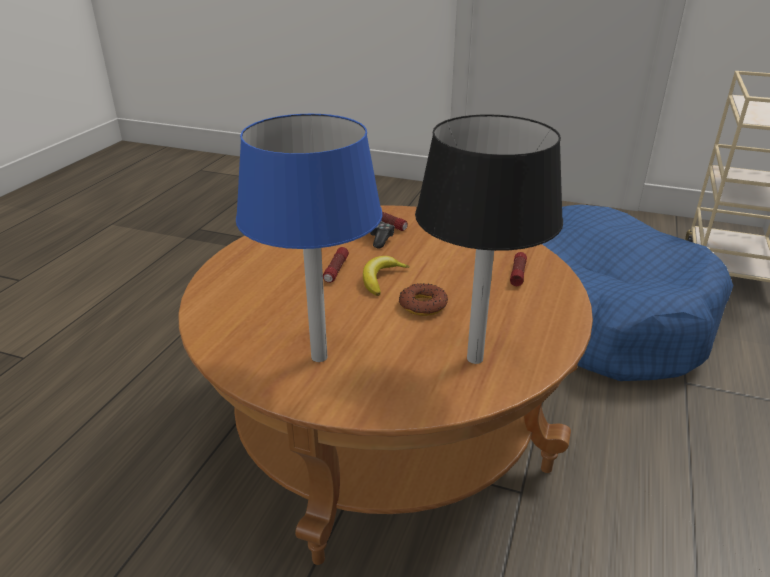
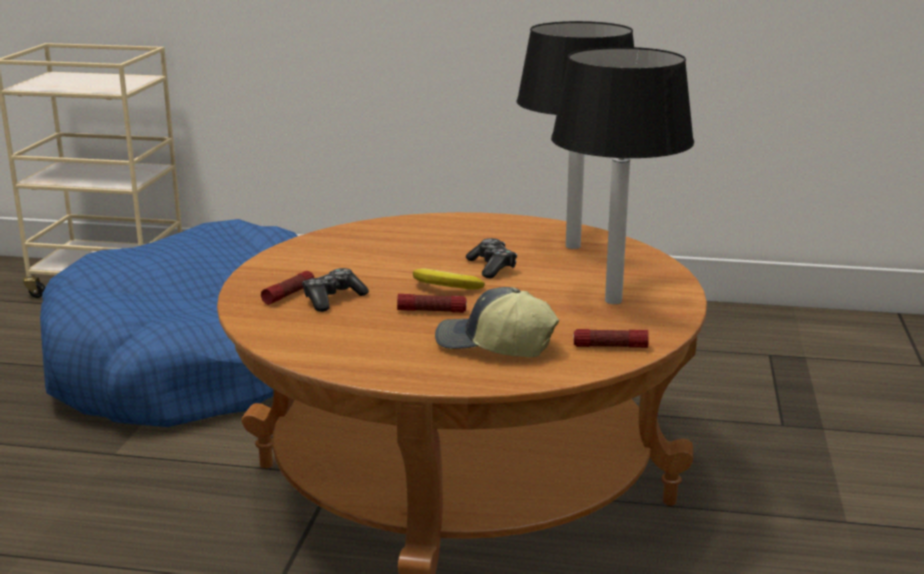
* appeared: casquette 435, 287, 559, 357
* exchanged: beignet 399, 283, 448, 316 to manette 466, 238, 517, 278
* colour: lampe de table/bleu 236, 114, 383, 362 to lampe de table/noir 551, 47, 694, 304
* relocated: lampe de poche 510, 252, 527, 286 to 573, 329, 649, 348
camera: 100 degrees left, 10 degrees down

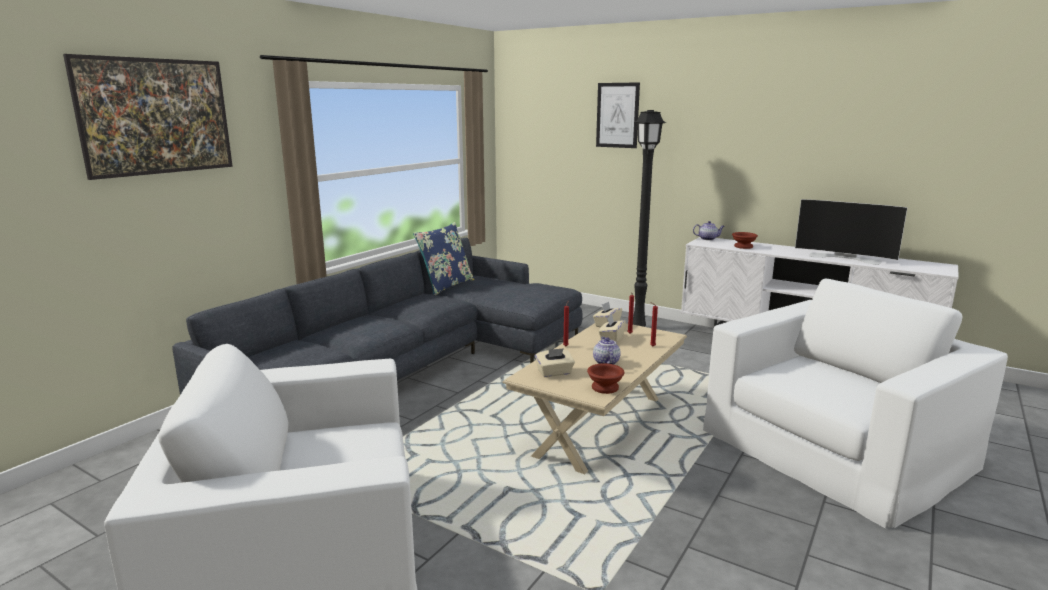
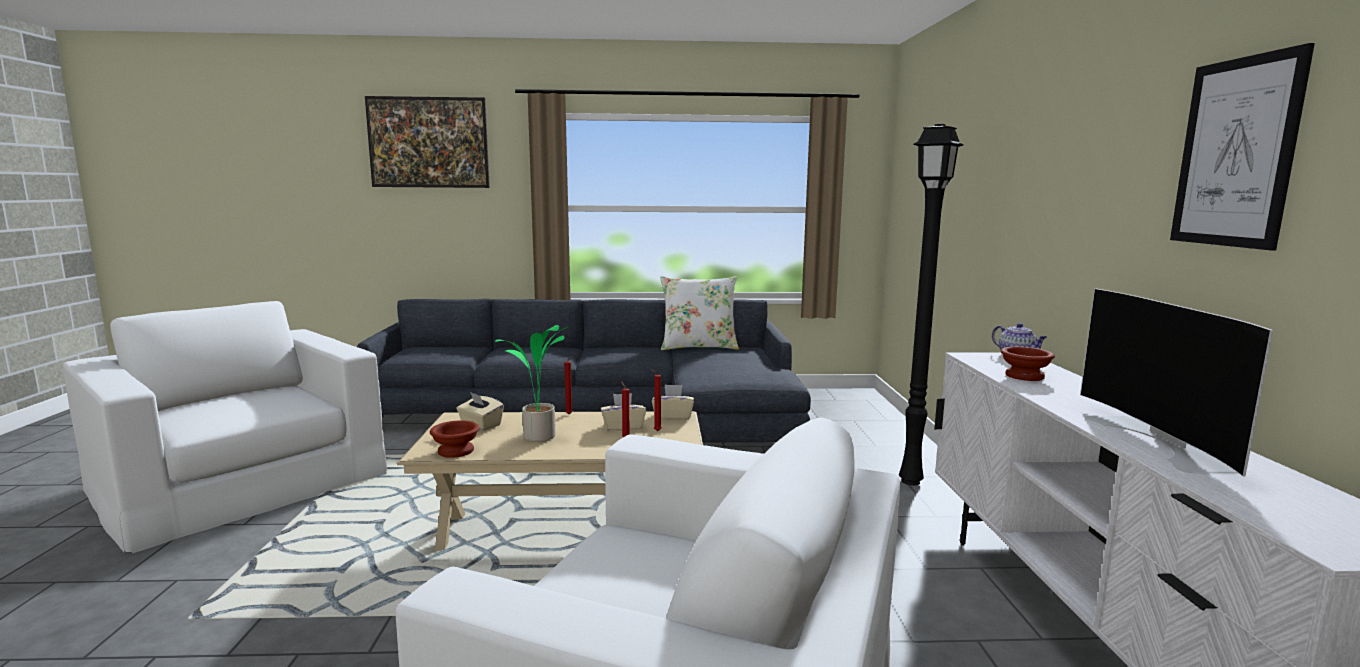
* exchanged: théière 593, 337, 621, 365 to plante en pot 495, 325, 568, 442
* colour: coussin/bleu 413, 222, 474, 295 to coussin/blanc 661, 276, 739, 350
* relocated: tableau 596, 83, 640, 148 to 1170, 43, 1315, 251
camera: 55 degrees right, 5 degrees down

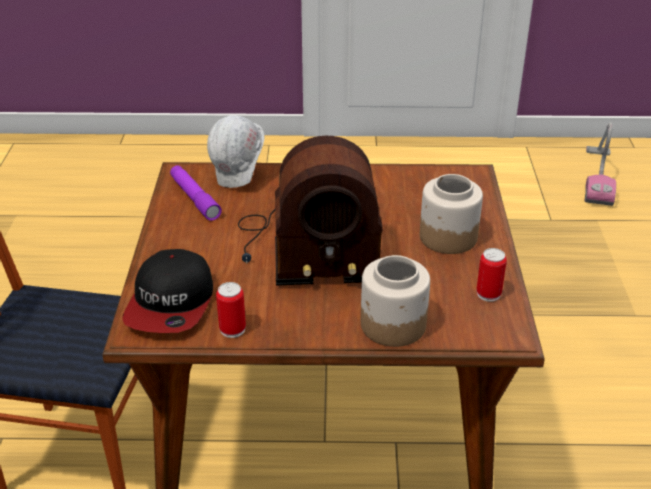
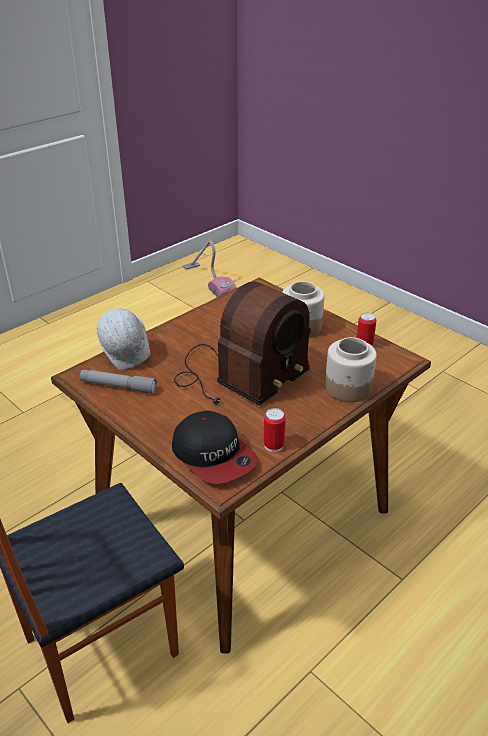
* colour: lampe de poche/violet 170, 165, 222, 221 to lampe de poche/gris 80, 369, 157, 394
camera: 45 degrees left, 0 degrees up

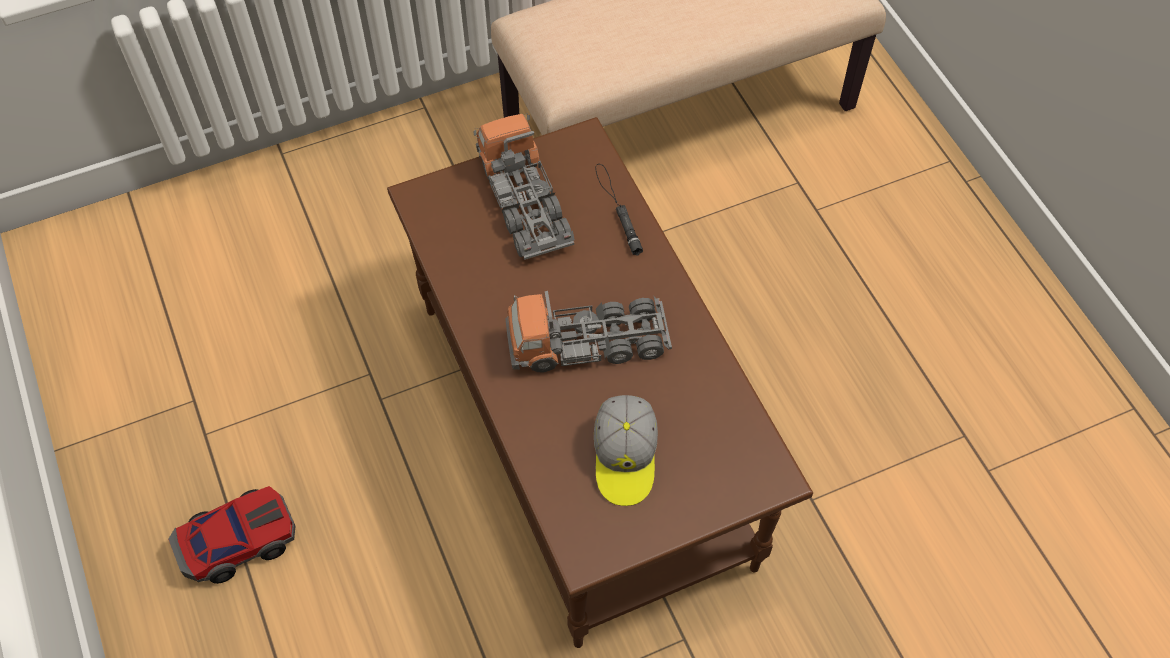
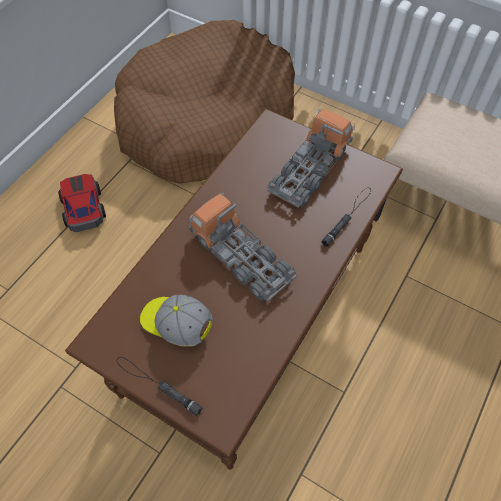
* spun: petite voiture 168, 486, 296, 584 = 58, 174, 106, 232 135 degrees counterclockwise
* appeared: panier pour chien/marron 114, 20, 295, 183
* appeared: lampe de poche/noir 117, 357, 203, 416
* spun: casquette 594, 395, 658, 506 = 140, 295, 213, 347 60 degrees clockwise
camera: 55 degrees right, 0 degrees up

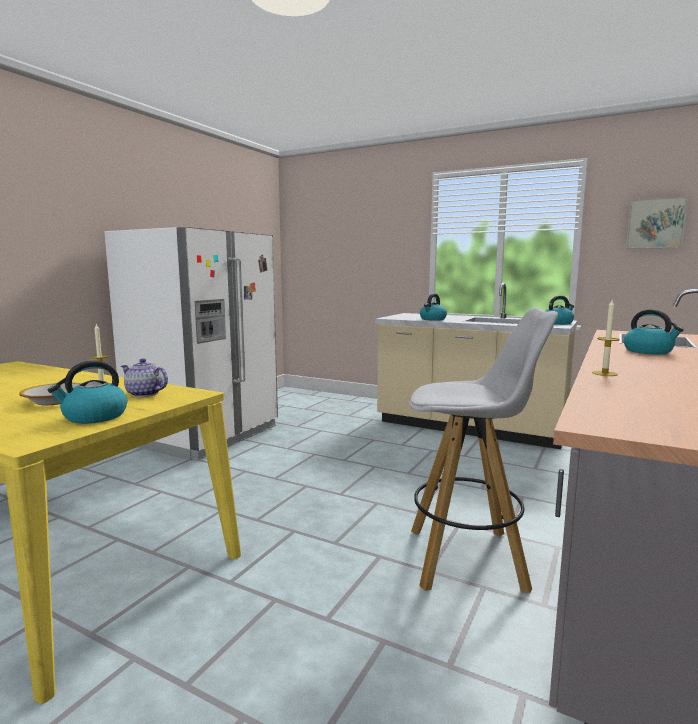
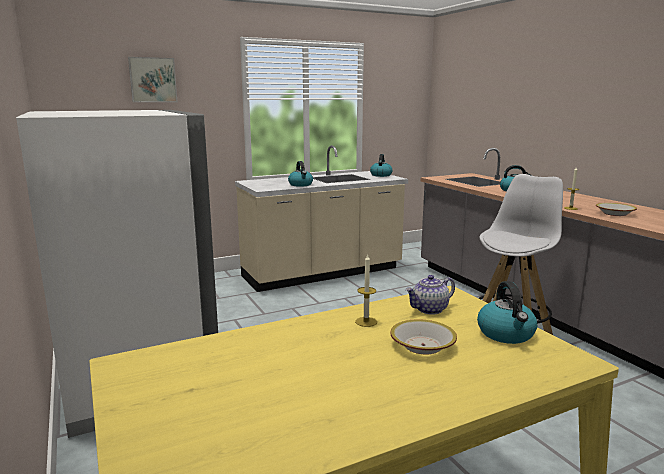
* relocated: tableau 626, 197, 688, 249 to 128, 57, 177, 102
* appeared: bol 596, 203, 637, 216
camera: 55 degrees left, 5 degrees up

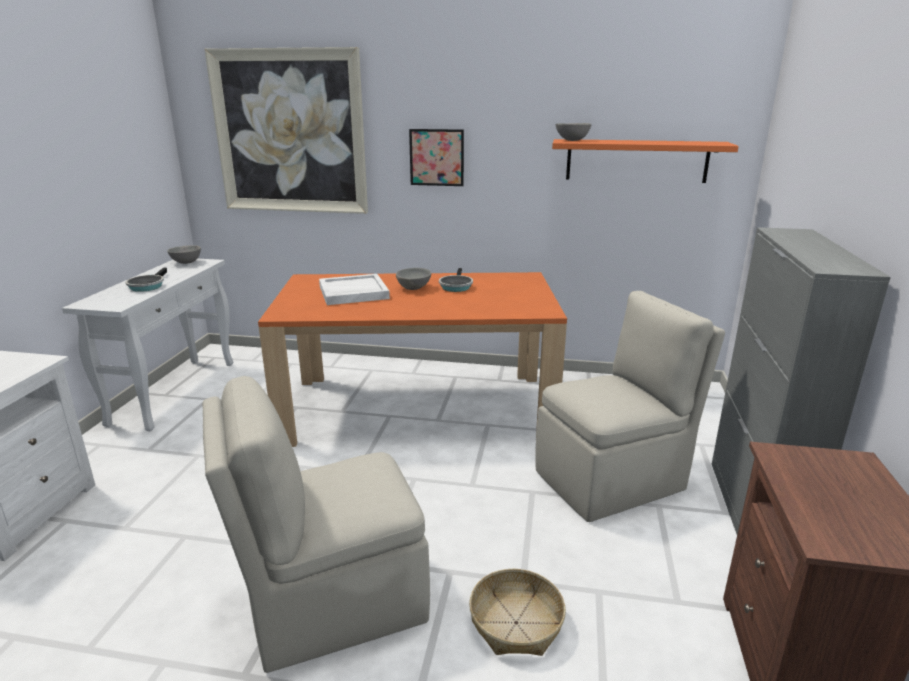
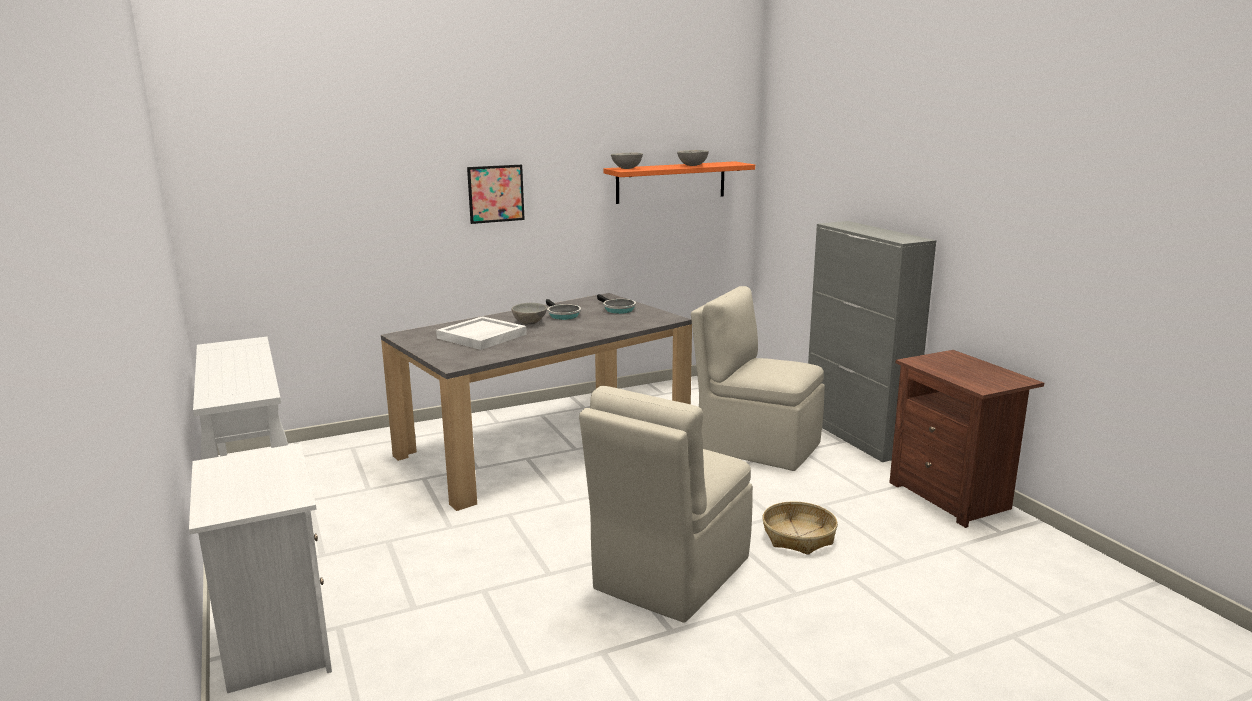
* colour: table à manger/orange 258, 272, 567, 447 to table à manger/gris 381, 293, 692, 511
* relocated: poêle 125, 267, 167, 292 to 597, 294, 636, 314
* relocated: bol/gris 167, 245, 201, 264 to 677, 150, 709, 166
* spun: chaise/beige 535, 291, 725, 522 = 691, 286, 825, 471 90 degrees counterclockwise
* missing: tableau 205, 47, 368, 214
camera: 35 degrees left, 5 degrees down

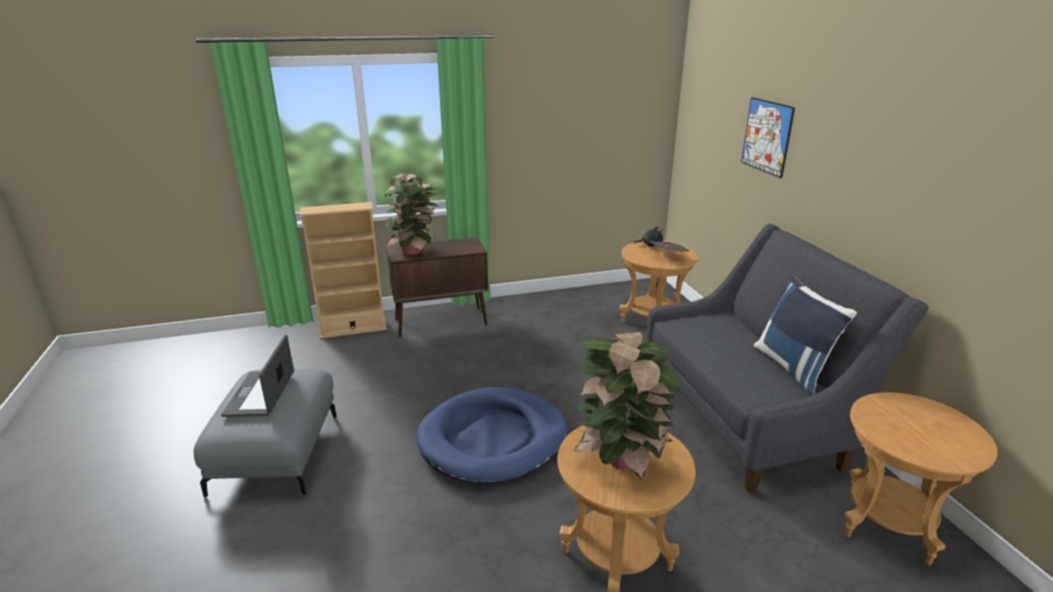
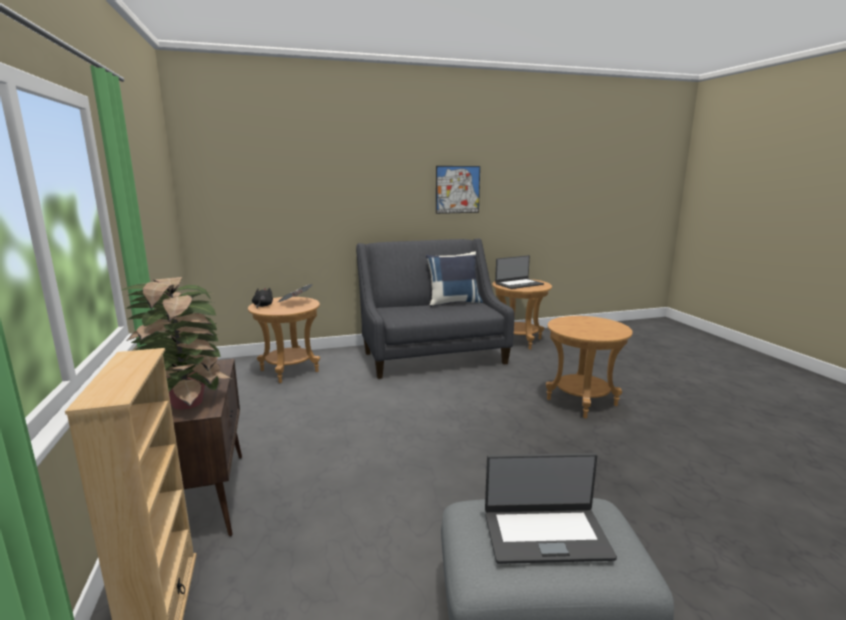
* relocated: tableau 741, 97, 795, 178 to 436, 166, 480, 214
* appeared: ordinateur portable 495, 255, 544, 289
* missing: panier pour chien/bleu 416, 387, 567, 484
* missing: plante en pot 573, 332, 680, 479
camera: 90 degrees left, 10 degrees down

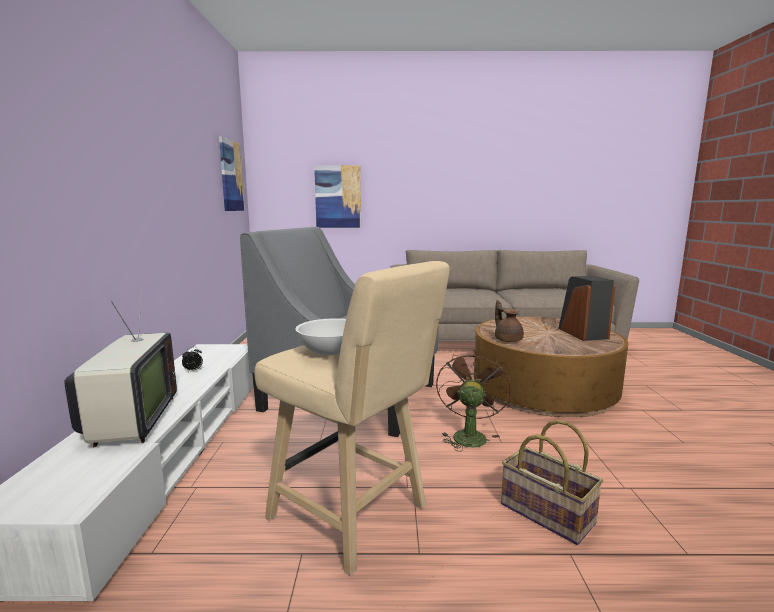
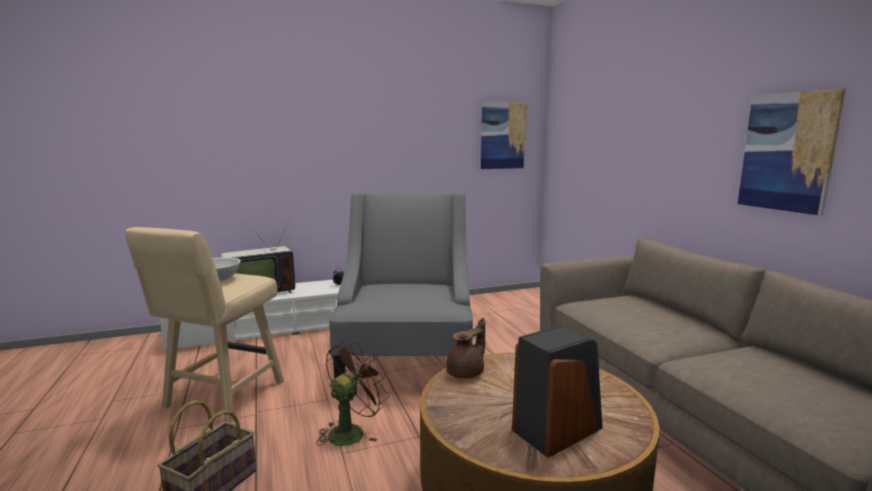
* spun: ventilateur/marron 436, 350, 511, 452 = 316, 342, 390, 446 45 degrees counterclockwise
* relocated: tableau 314, 165, 361, 228 to 737, 88, 846, 216
camera: 70 degrees right, 0 degrees up

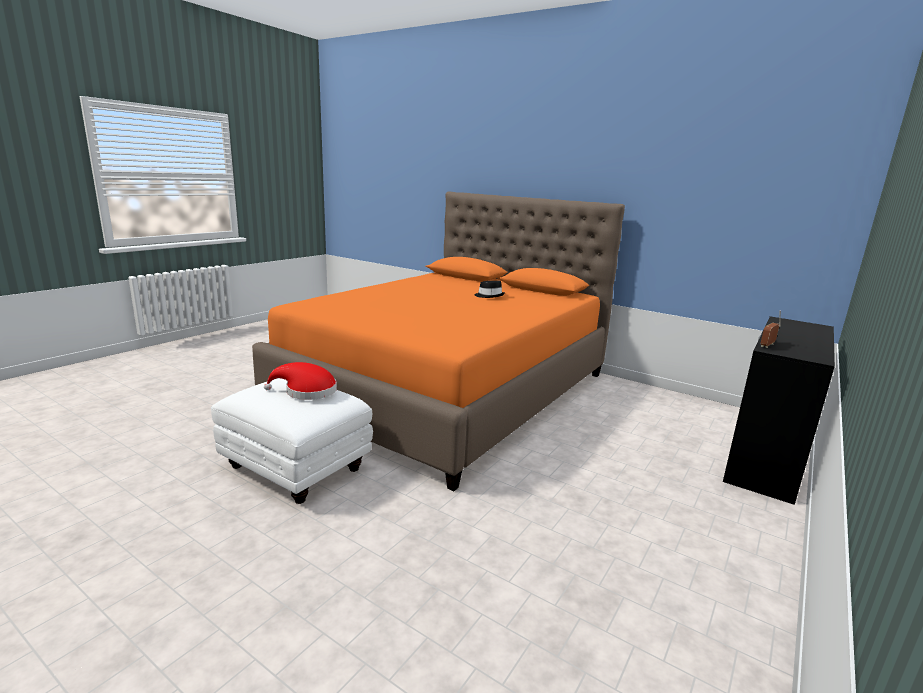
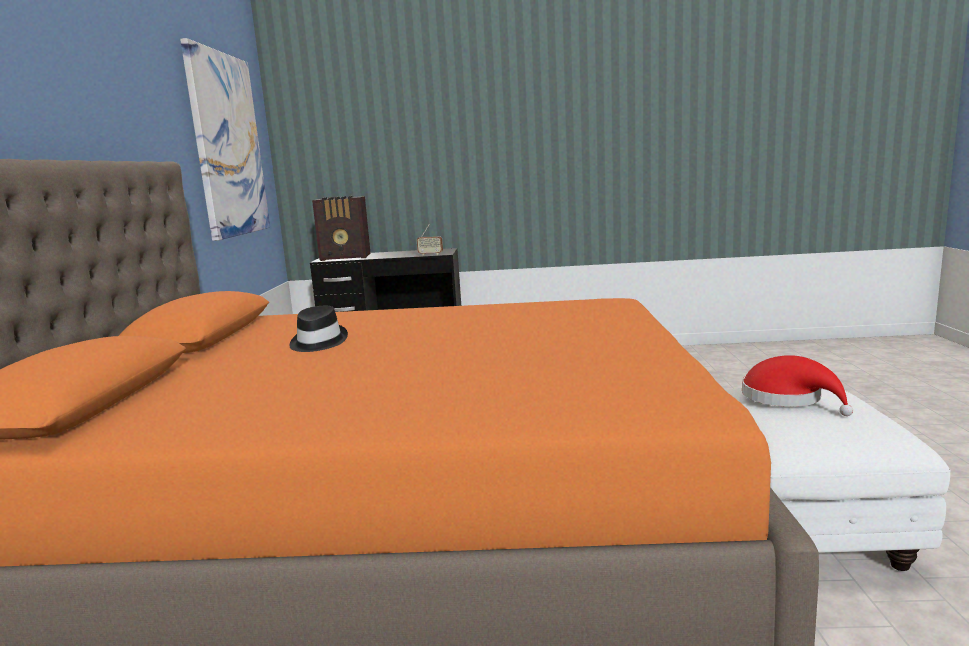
* appeared: tableau 180, 38, 270, 241
* appeared: radio 312, 196, 371, 261
camera: 120 degrees left, 5 degrees down

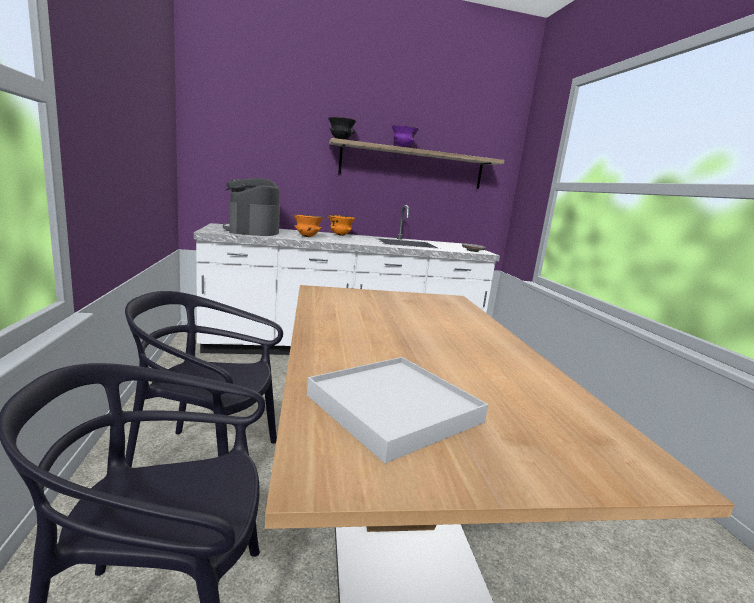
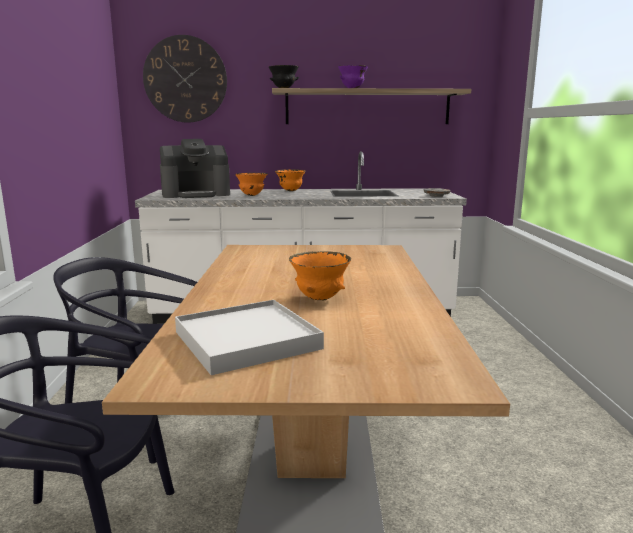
* appeared: horloge murale 143, 35, 227, 123
* spun: machine à café 223, 178, 280, 236 = 160, 139, 230, 198 105 degrees counterclockwise
* appeared: bol/orange 289, 251, 351, 300
camera: 10 degrees right, 0 degrees up

